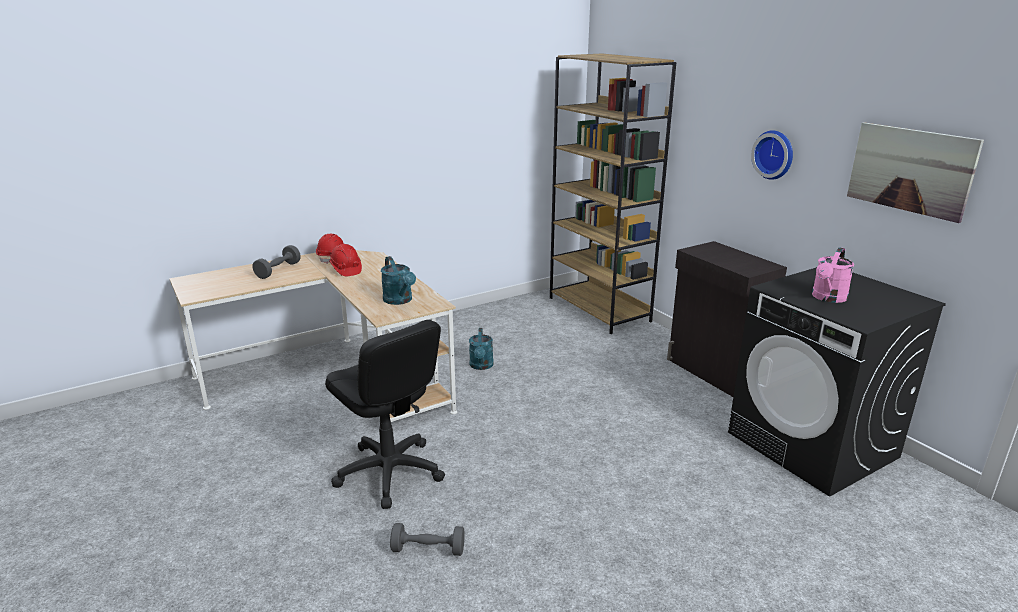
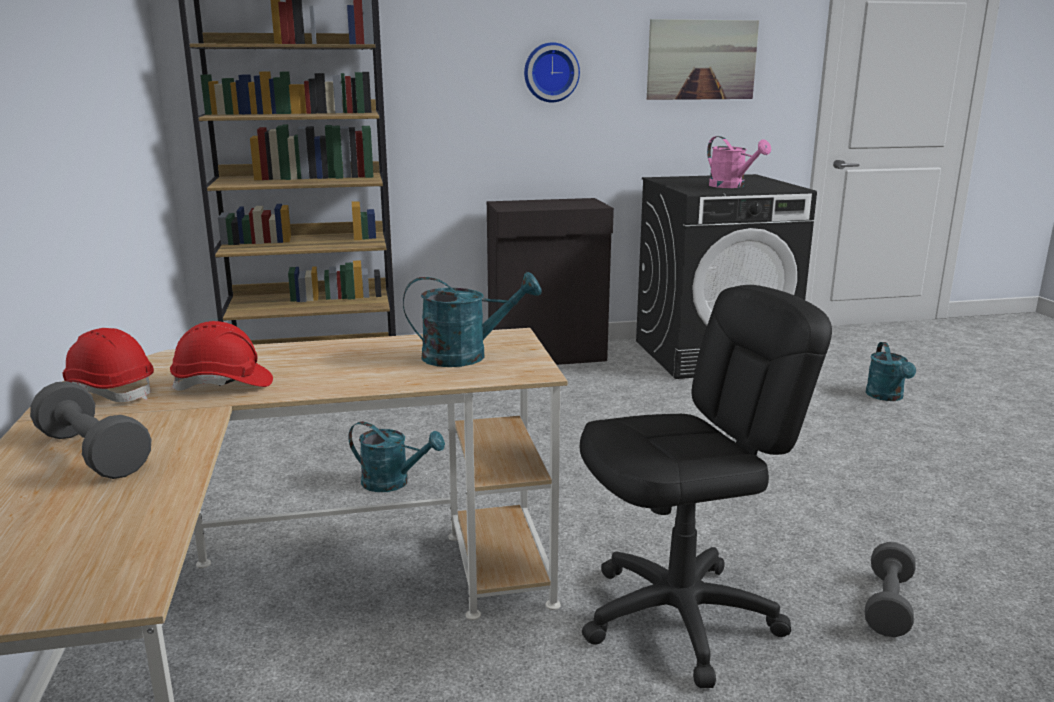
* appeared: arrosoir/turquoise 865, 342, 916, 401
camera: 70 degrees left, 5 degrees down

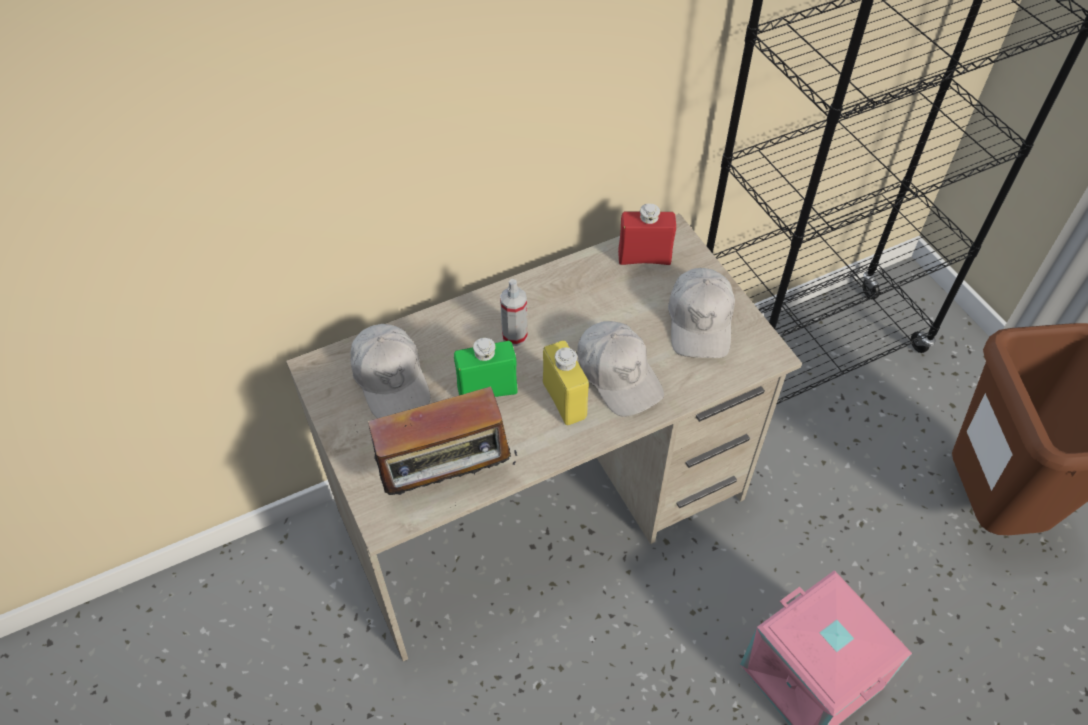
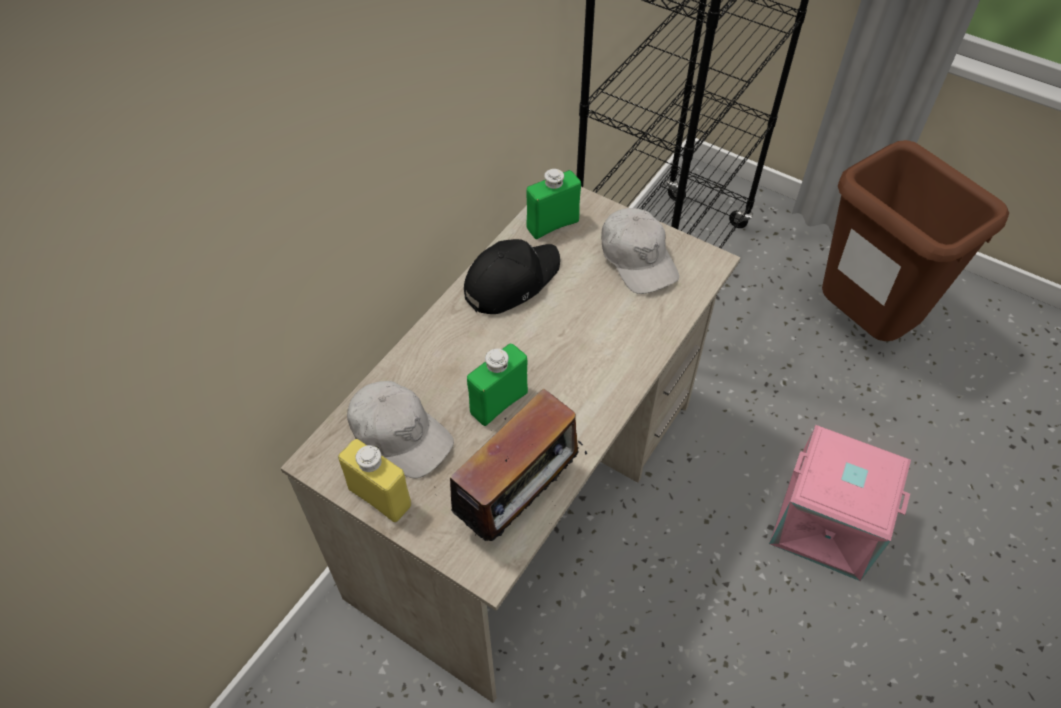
* relocated: bouteille/jaune 543, 341, 589, 425 to 338, 439, 411, 522
* appeared: casquette/noir 464, 239, 560, 314
* colour: bouteille/rouge 618, 203, 676, 265 to bouteille/vert 526, 169, 581, 239
* missing: vaporisateur 500, 279, 528, 346
* missing: casquette/blanc 578, 321, 664, 417
camera: 30 degrees left, 0 degrees up

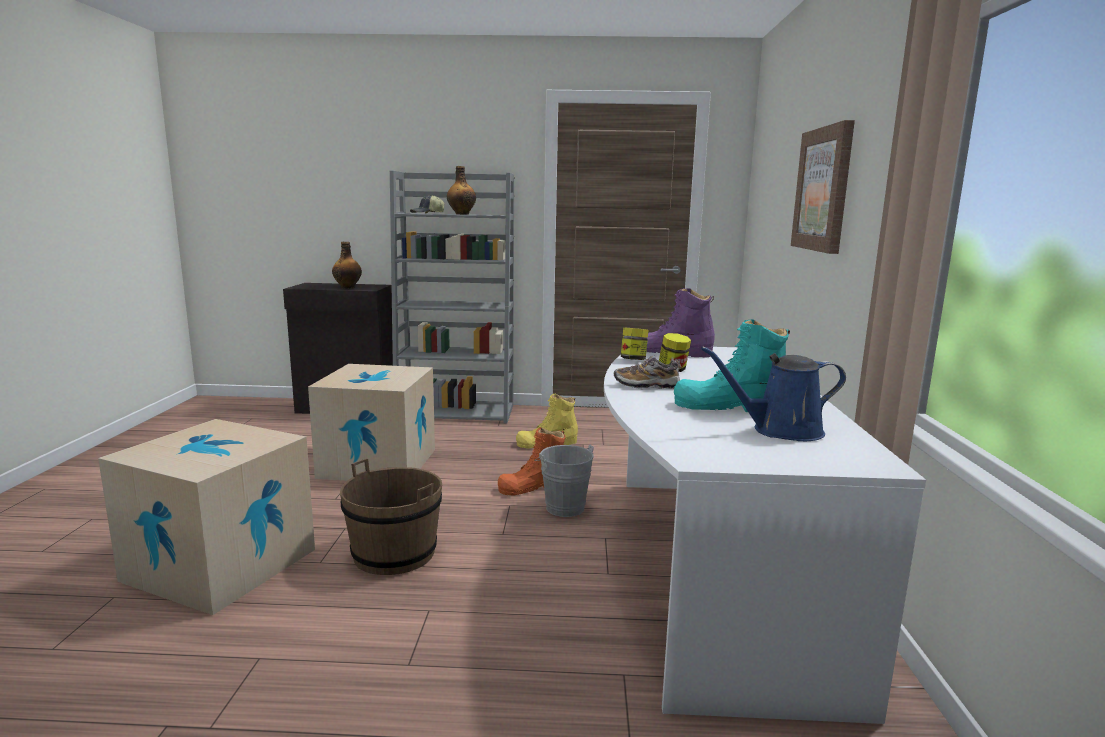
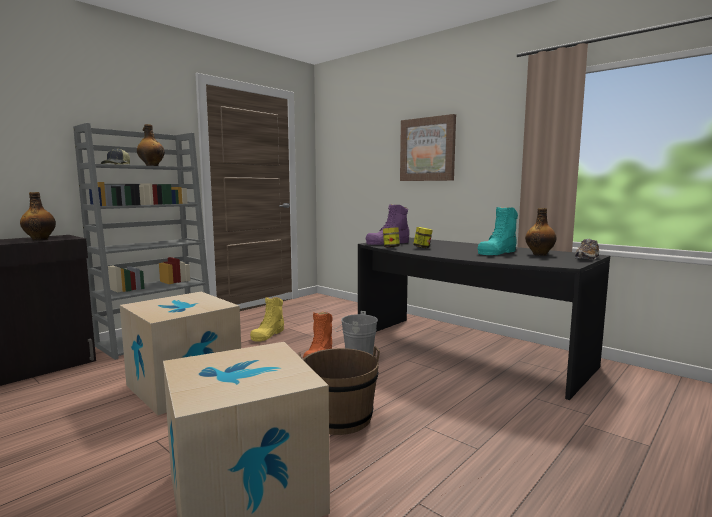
* colour: bureau/blanc 604, 347, 926, 724 to bureau/noir 358, 237, 610, 400
* exchanged: arrosoir/bleu 701, 346, 846, 441 to bouteille 525, 208, 557, 256
* relocated: chaussure 614, 355, 682, 390 to 575, 239, 599, 260
camera: 50 degrees left, 5 degrees down

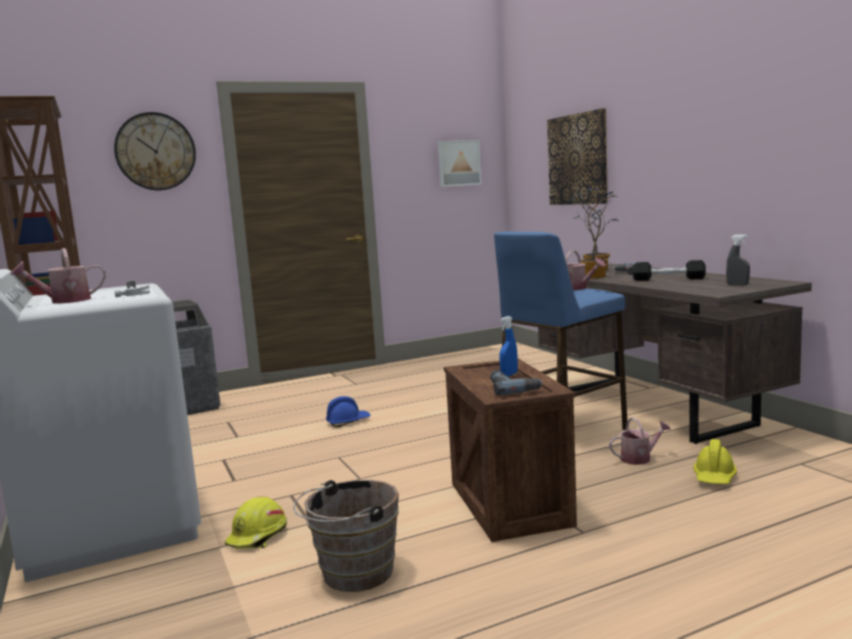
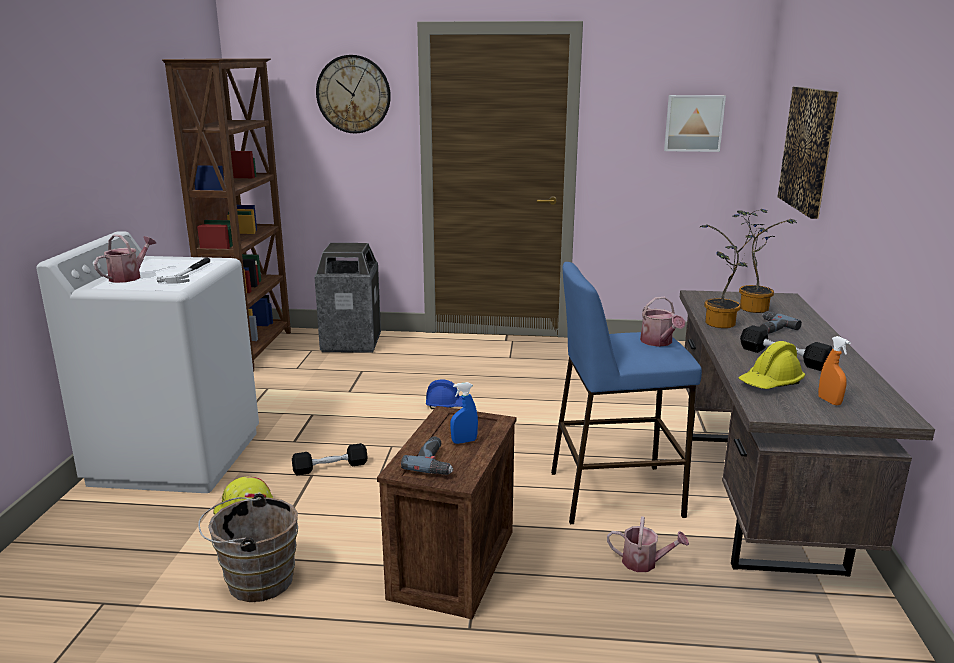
* spun: arrosoir 11, 248, 106, 303 = 94, 234, 156, 283 120 degrees clockwise
* appeared: haltère/noir 292, 443, 368, 475
* relocated: casque de chantier/jaune 693, 439, 737, 484 to 739, 341, 805, 389
* colour: vaporisateur/gris 726, 234, 750, 286 to vaporisateur/orange 818, 336, 851, 406
camera: 30 degrees right, 10 degrees up

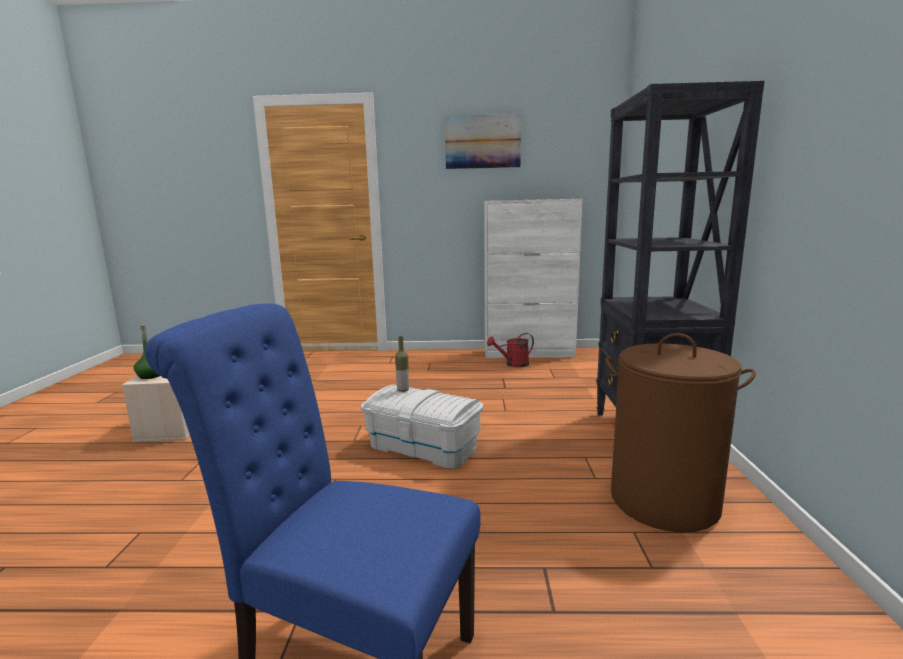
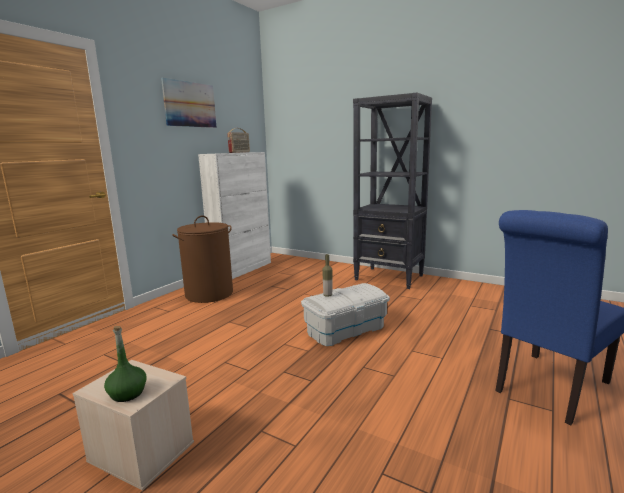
* relocated: panier à linge/marron 606, 333, 756, 533 to 172, 216, 233, 303
* appeared: radio 227, 128, 250, 153
* missing: arrosoir/rouge 487, 333, 534, 367
camera: 60 degrees left, 0 degrees up

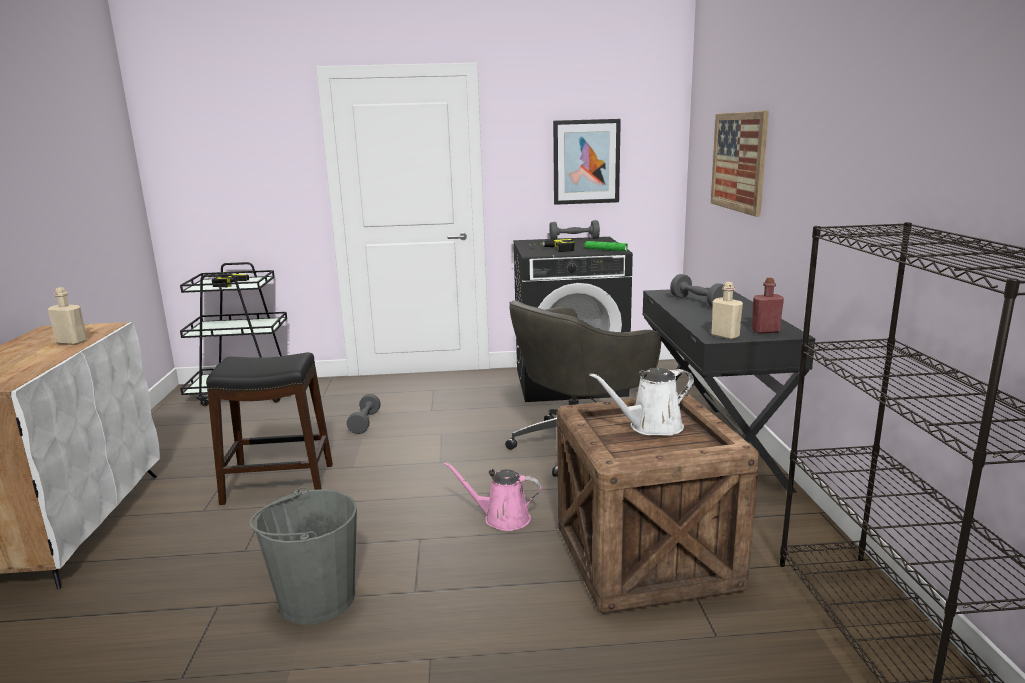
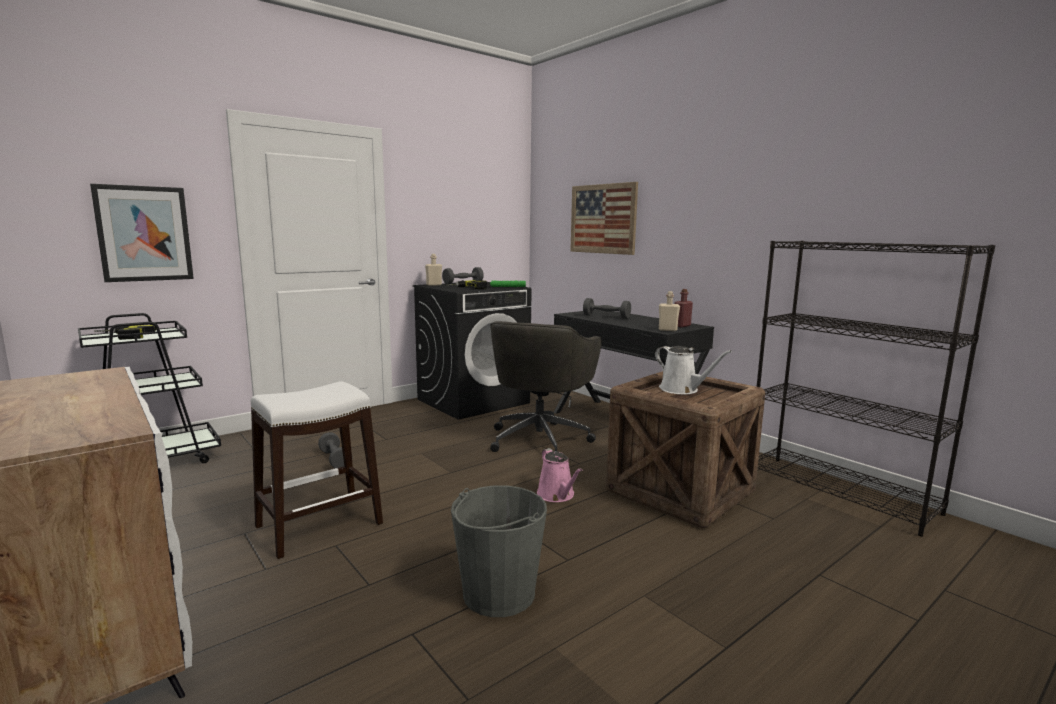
* relocated: tableau 553, 119, 621, 205 to 90, 184, 194, 282
* colour: tabouret/noir 206, 352, 333, 505 to tabouret/blanc 250, 381, 383, 559
* relocated: bouteille/beige 48, 287, 87, 345 to 425, 254, 442, 286
* spun: arrosoir/rose 443, 461, 541, 531 = 537, 448, 582, 502 90 degrees counterclockwise
* spun: arrosoir/blanc 589, 368, 694, 436 = 655, 346, 732, 394 75 degrees counterclockwise
camera: 35 degrees left, 5 degrees down

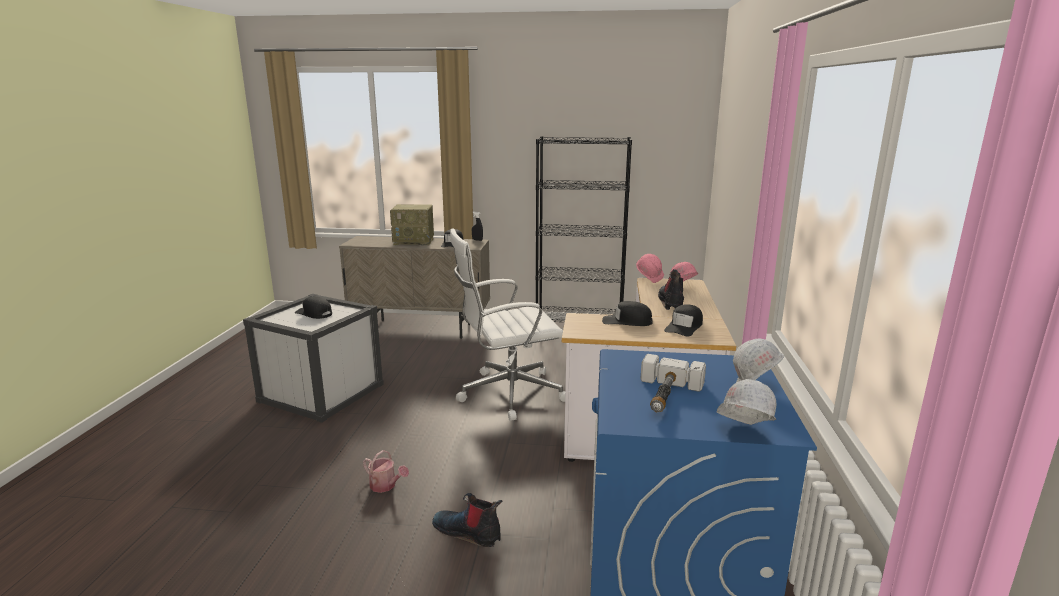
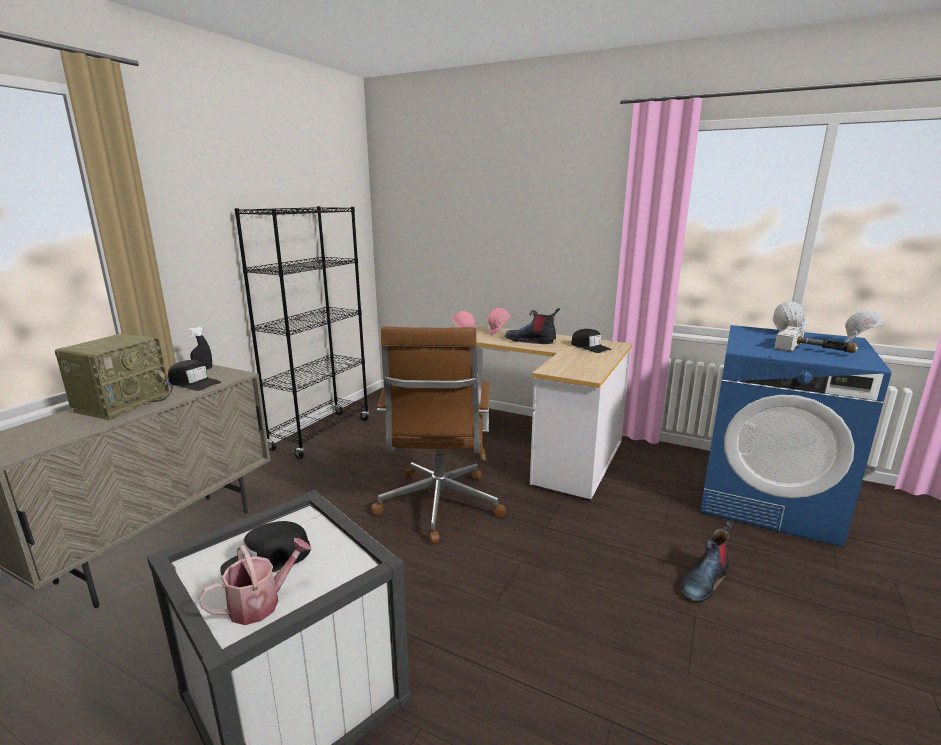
* relocated: arrosoir 363, 450, 409, 493 to 198, 538, 311, 625
* colour: chaise de bureau/blanc 450, 228, 565, 421 to chaise de bureau/marron 371, 327, 506, 544
* missing: casquette/noir 602, 301, 653, 326
camera: 70 degrees left, 0 degrees up

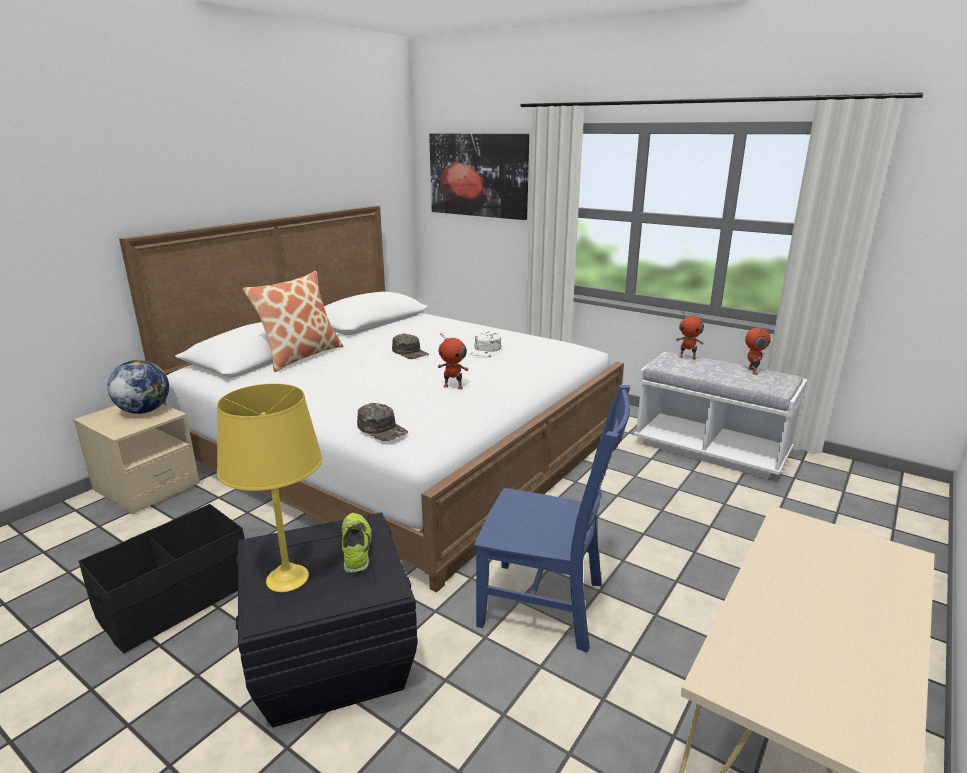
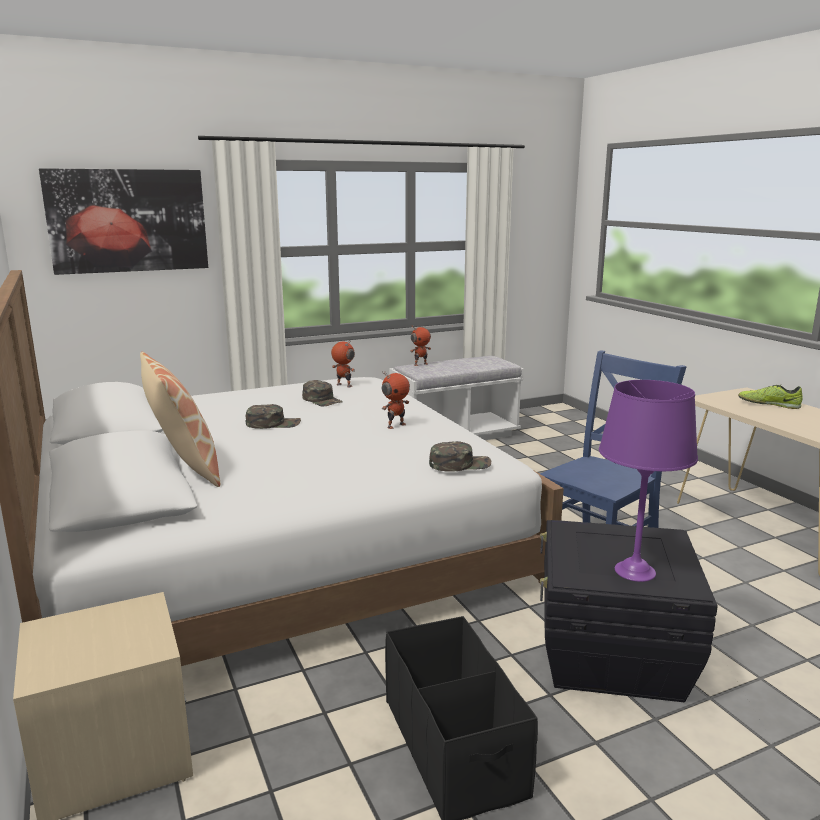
* colour: casquette/blanc 470, 331, 501, 357 to casquette/vert 302, 380, 343, 406
* relocated: robot jouet 745, 328, 771, 375 to 331, 340, 355, 387
* colour: lampe de table/jaune 217, 384, 323, 592 to lampe de table/violet 599, 380, 698, 582
* relocated: chaussure 342, 513, 372, 574 to 738, 385, 803, 409
* missing: globe 108, 360, 169, 414
camera: 60 degrees left, 5 degrees down

